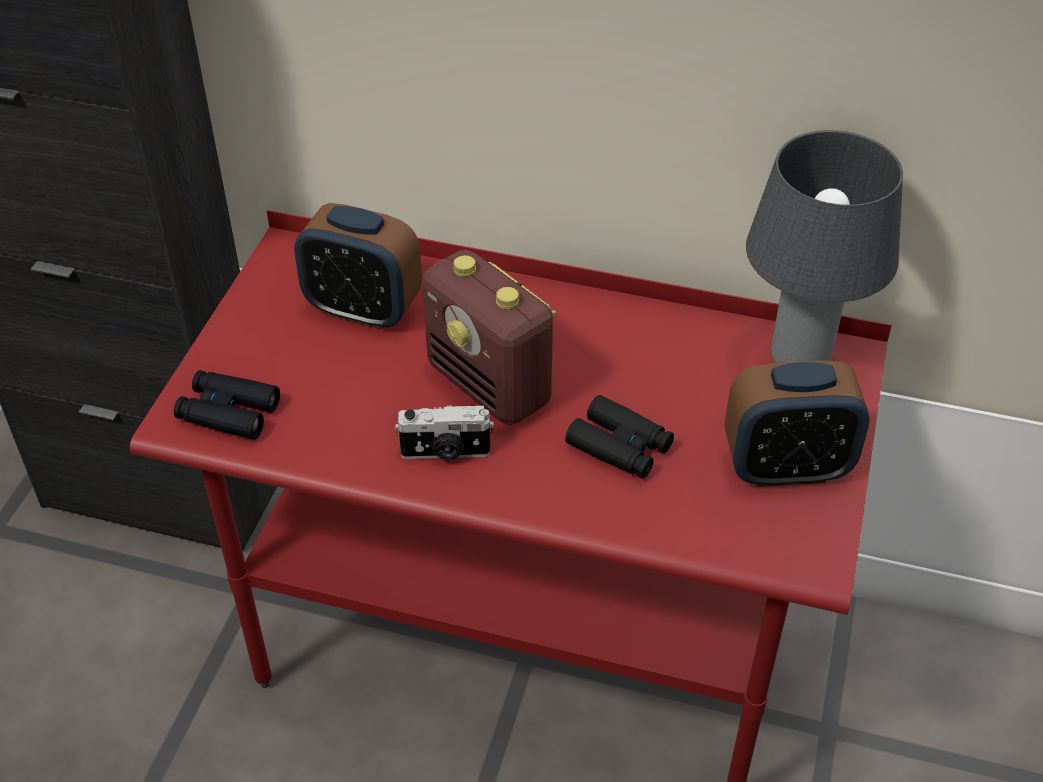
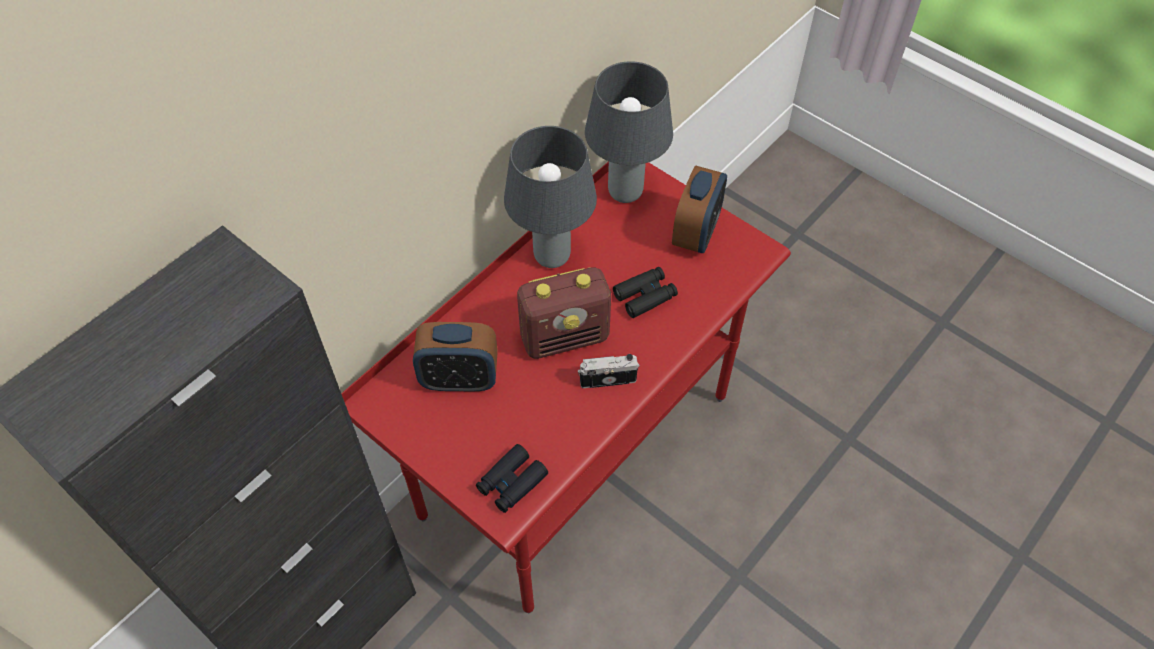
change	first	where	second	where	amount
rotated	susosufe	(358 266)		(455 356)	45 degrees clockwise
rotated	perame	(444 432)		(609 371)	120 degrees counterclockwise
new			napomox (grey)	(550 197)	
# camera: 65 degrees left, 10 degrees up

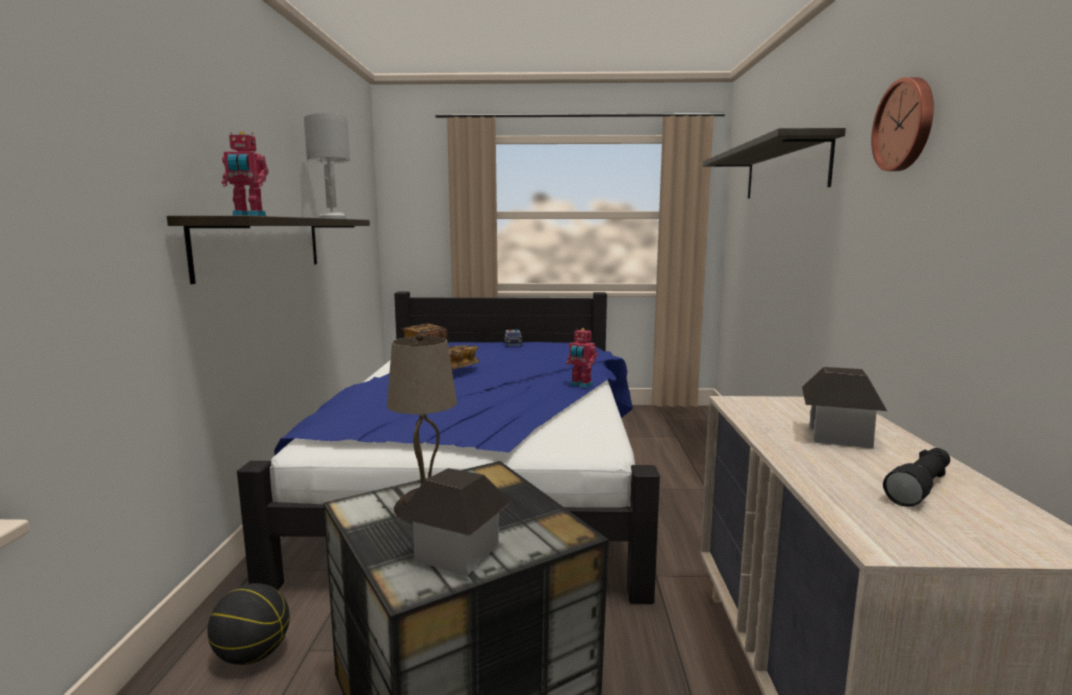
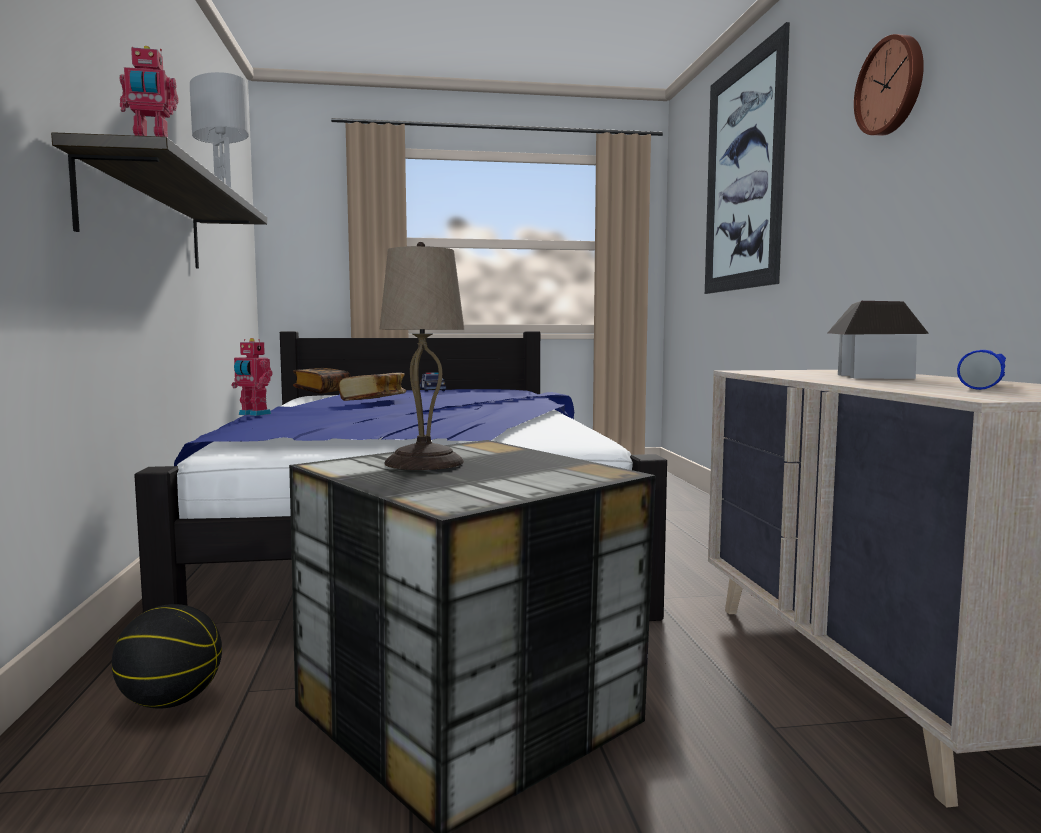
change	first	where	second	where	amount
swapped	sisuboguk	(774 163)	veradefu	(747 158)	
shifted	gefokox	(581 358)		(252 377)	
repainted	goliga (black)	(916 477)	goliga (blue)	(981 370)	
gone	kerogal	(454 522)			
# camera: 10 degrees left, 5 degrees down

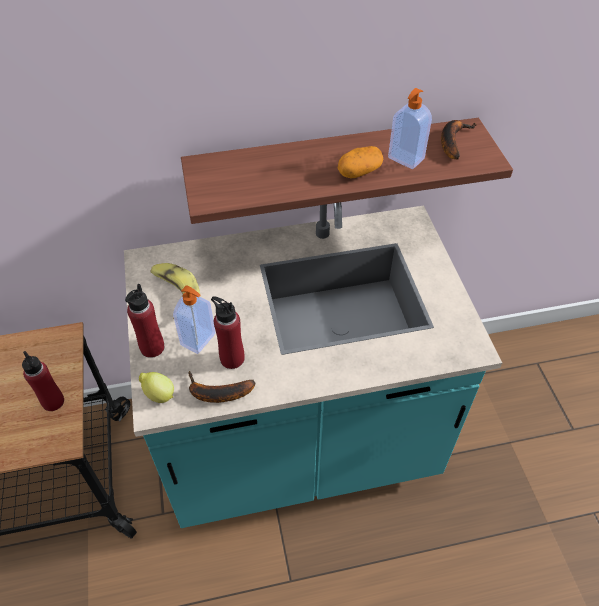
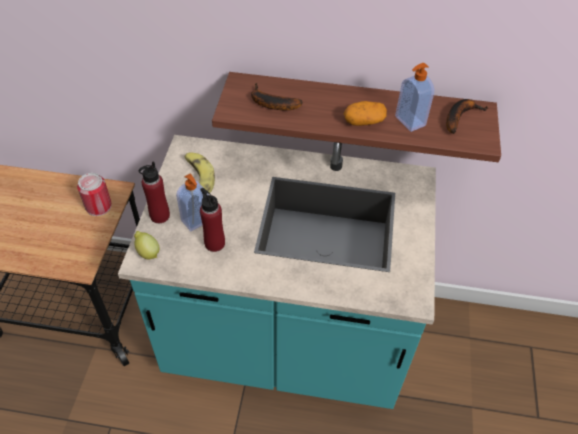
change	first	where	second	where	amount
gone	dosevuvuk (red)	(43 381)			
shifted	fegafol	(222 387)		(277 97)	
new			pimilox	(94 194)	
# camera: 20 degrees right, 0 degrees up

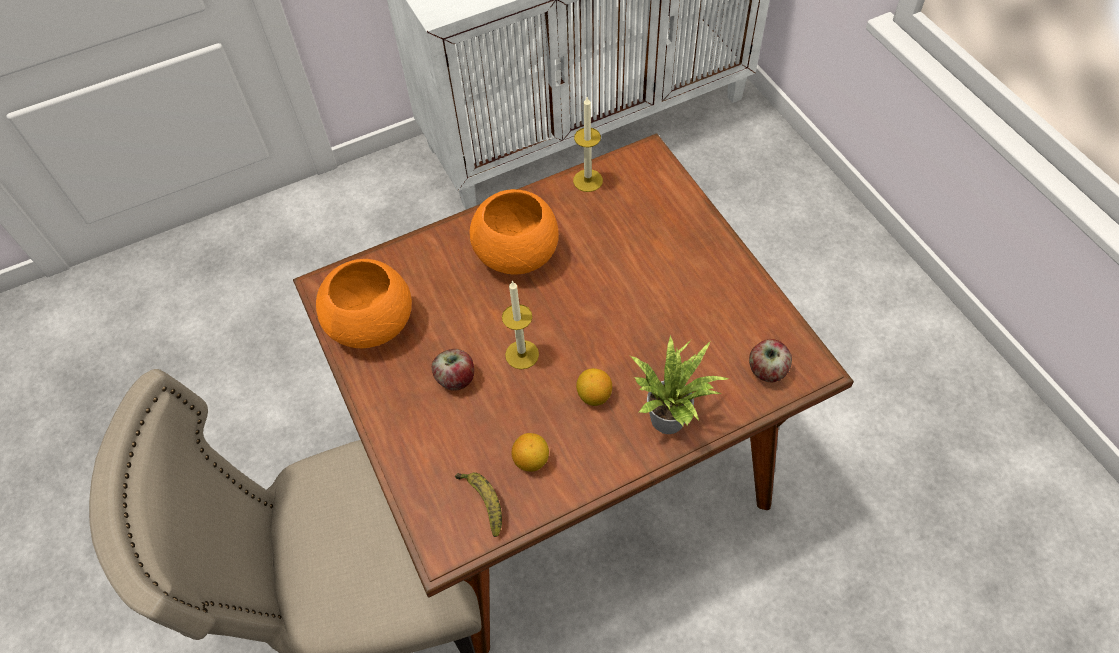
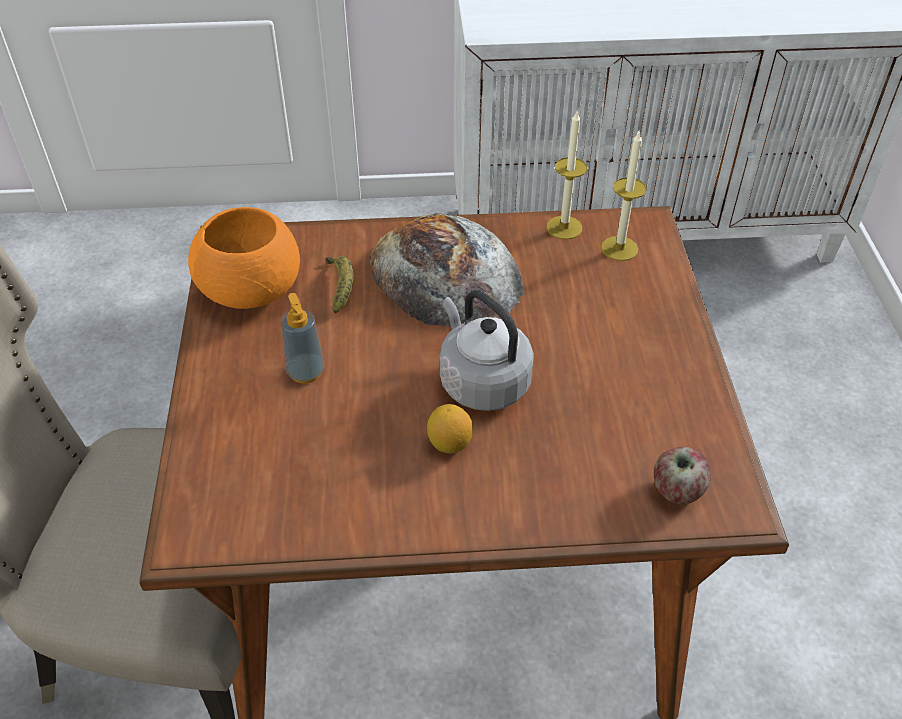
change	first	where	second	where	amount
swapped	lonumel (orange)	(514 231)	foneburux	(446 269)	
shifted	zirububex	(520 325)		(624 196)	
gone	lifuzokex	(679 385)			
swapped	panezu	(453 370)	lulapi	(303 338)	
gone	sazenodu	(530 452)			
shifted	fegafol	(478 504)		(339 284)	
new			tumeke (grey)	(486 350)	
# camera: 20 degrees right, 10 degrees down

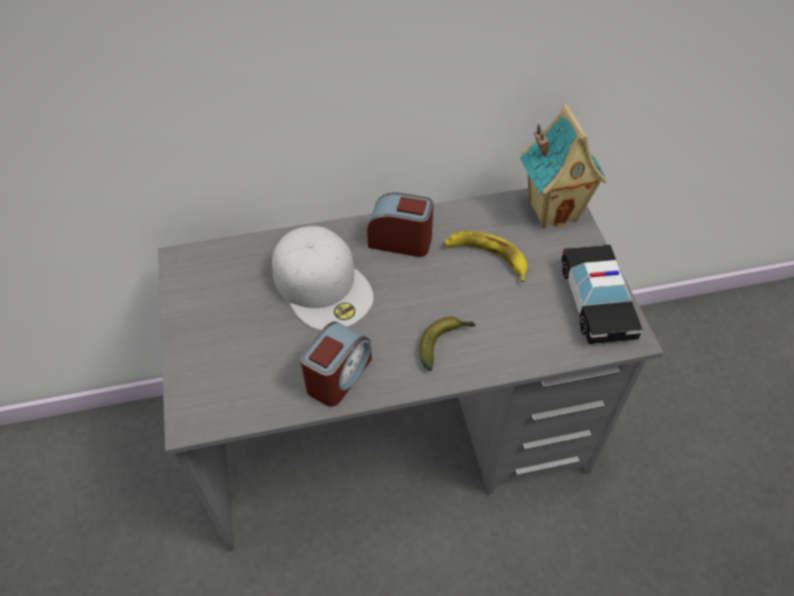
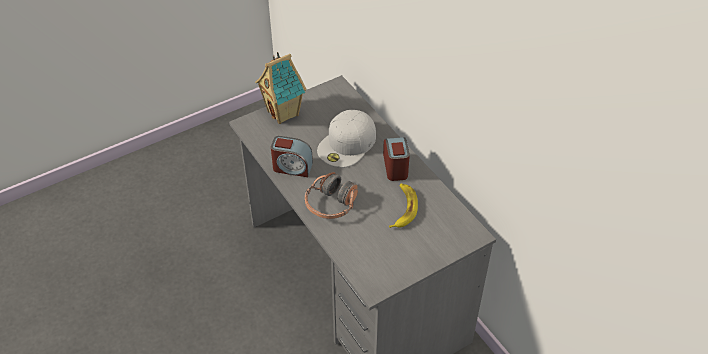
change	first	where	second	where	amount
shifted	kerogal	(564 166)		(281 88)	
gone	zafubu	(602 294)			
swapped	fegafol	(448 344)	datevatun	(331 195)	
# camera: 70 degrees right, 5 degrees down

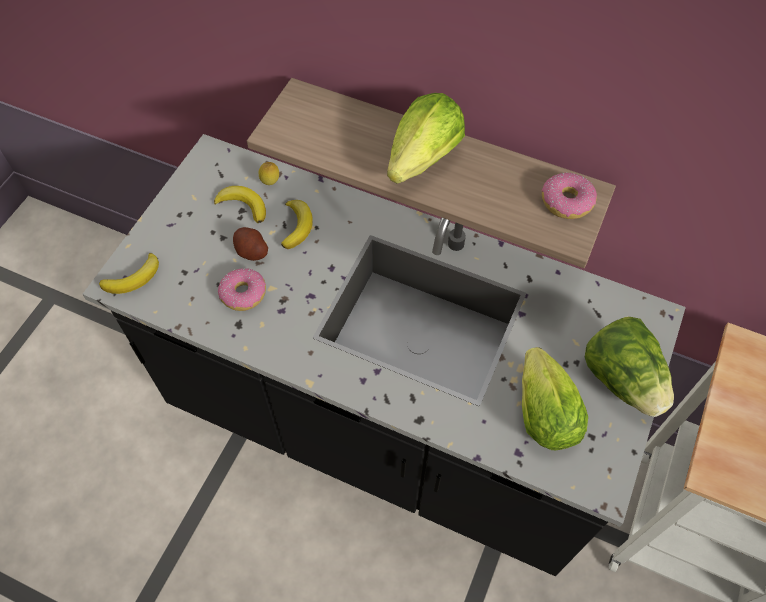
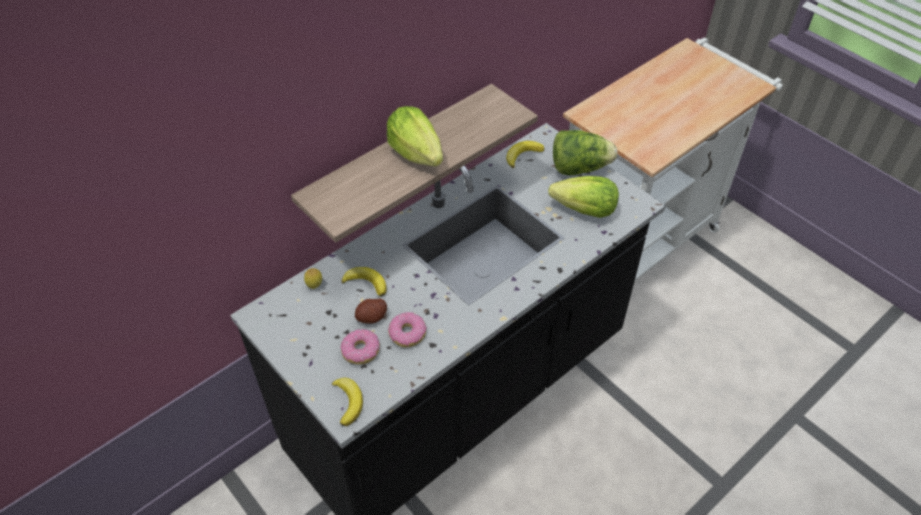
change	first	where	second	where	amount
shifted	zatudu	(569 195)		(360 347)	
shifted	fegafol	(240 204)		(525 154)	
# camera: 65 degrees left, 10 degrees down

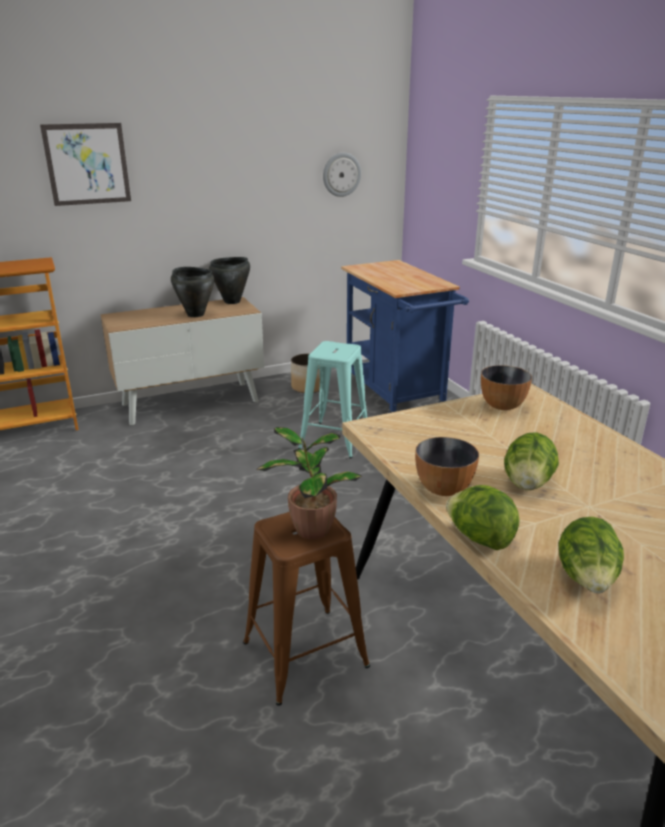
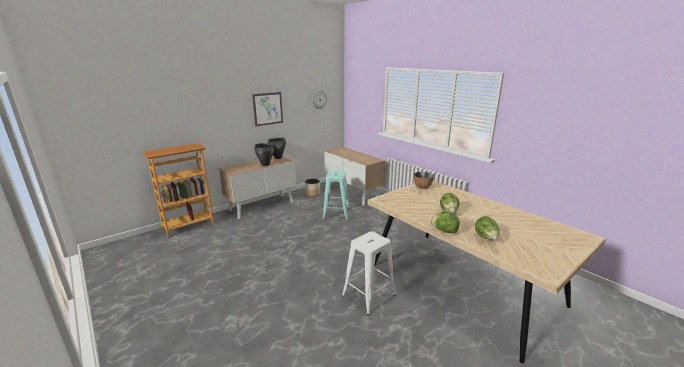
change	first	where	second	where	amount
shifted	veradefu	(85 164)		(267 109)	
swapped	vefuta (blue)	(405 336)	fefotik	(355 176)	
gone	lifuzokex	(309 483)			
gone	lonumel	(447 466)			
repainted	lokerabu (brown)	(306 609)	lokerabu (white)	(369 273)	
# camera: 15 degrees left, 5 degrees down

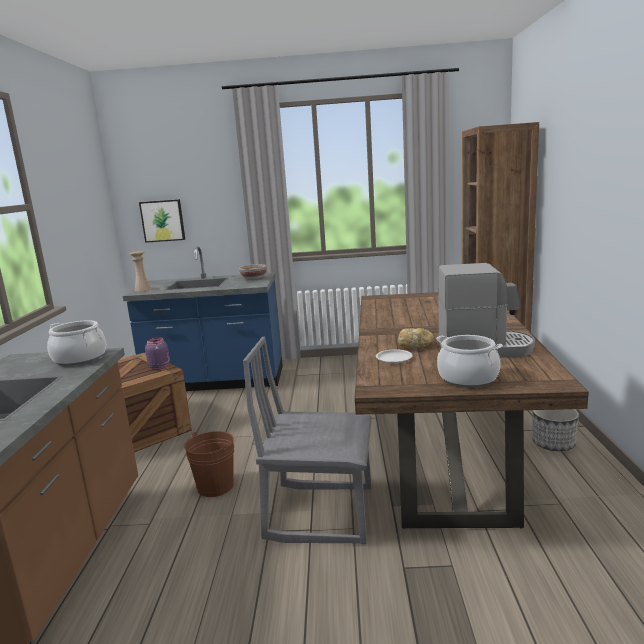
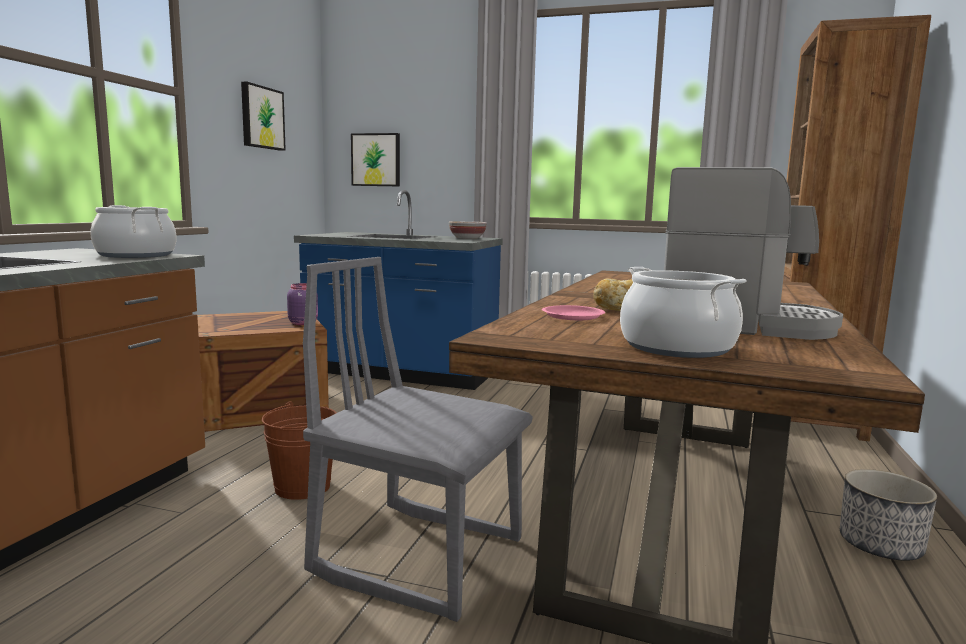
change	first	where	second	where	amount
gone	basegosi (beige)	(140 271)			
repainted	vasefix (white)	(394 356)	vasefix (pink)	(573 312)	
new			veradefu	(263 116)	
# camera: 15 degrees right, 5 degrees down

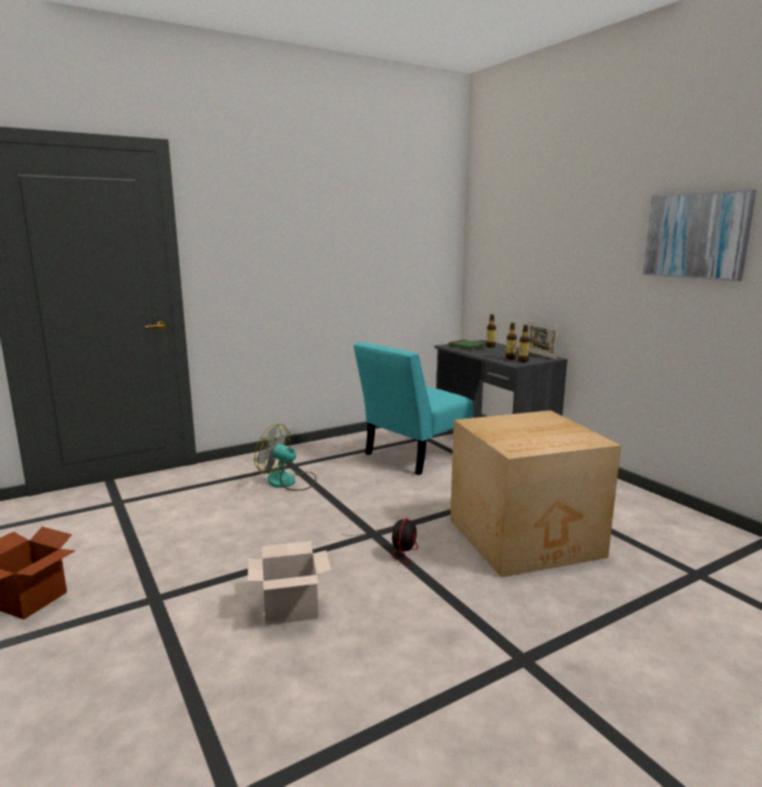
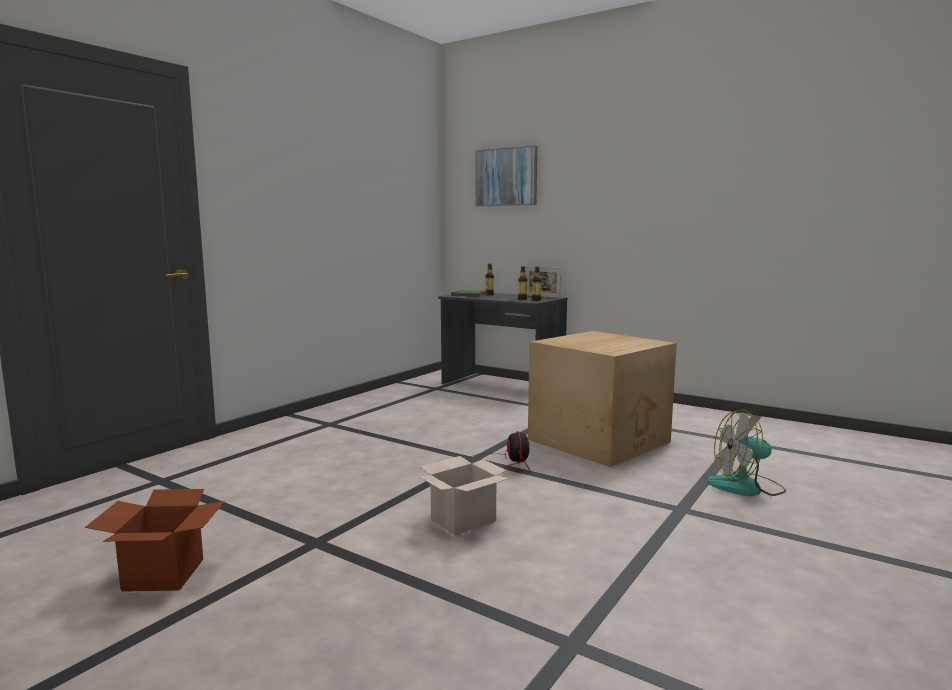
change	first	where	second	where	amount
shifted	veradefu	(699 235)		(506 175)	
gone	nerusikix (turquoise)	(413 408)			
shifted	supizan	(285 457)		(746 452)	
# camera: 25 degrees left, 5 degrees down

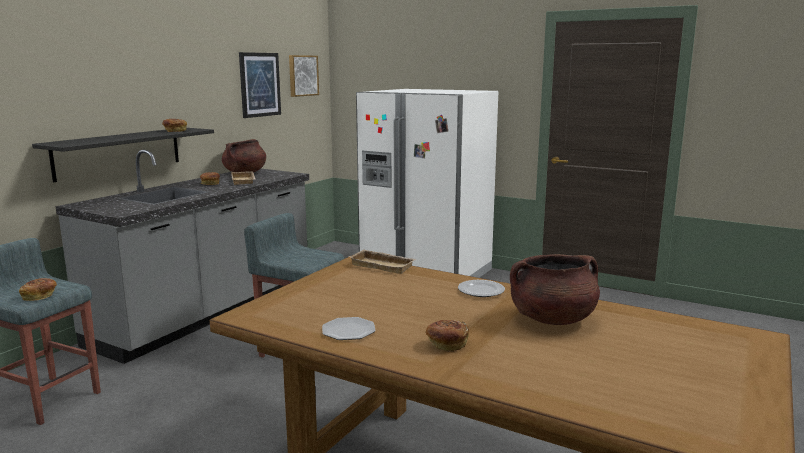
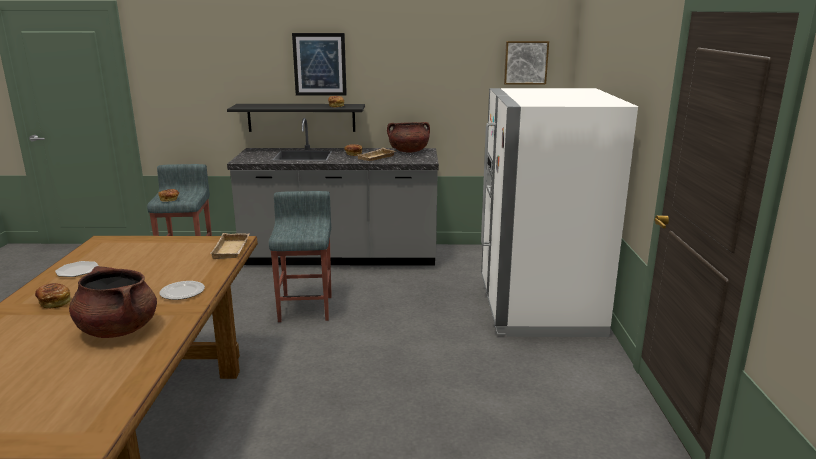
change	first	where	second	where	amount
shifted	veradefu	(260 85)		(319 64)	
# camera: 60 degrees right, 5 degrees up

